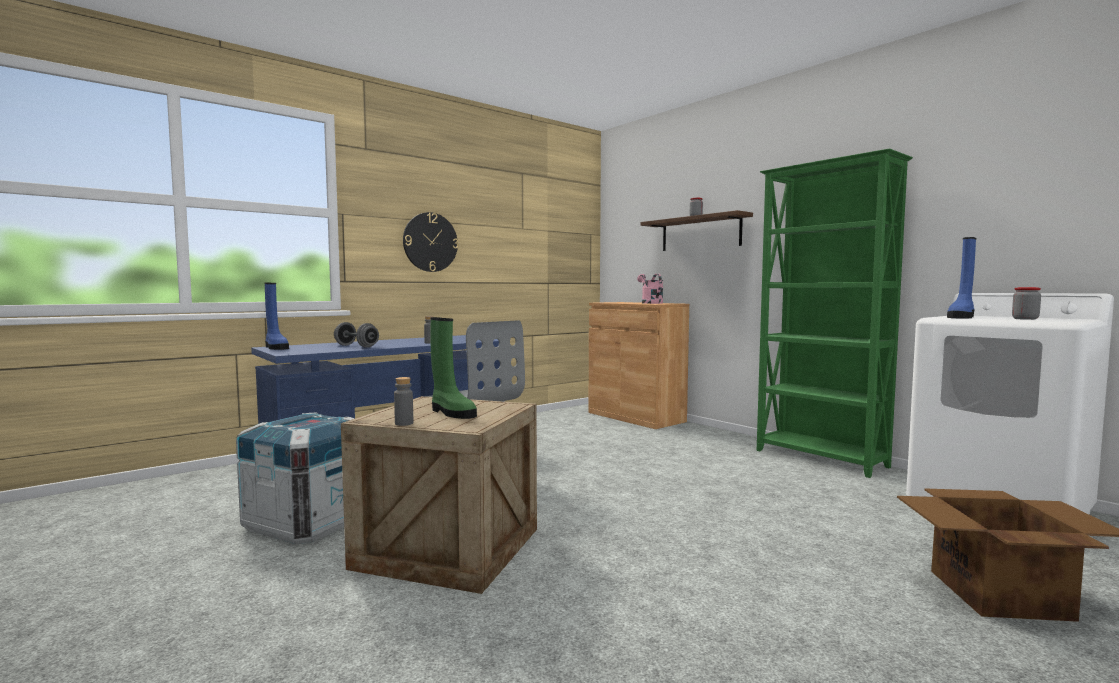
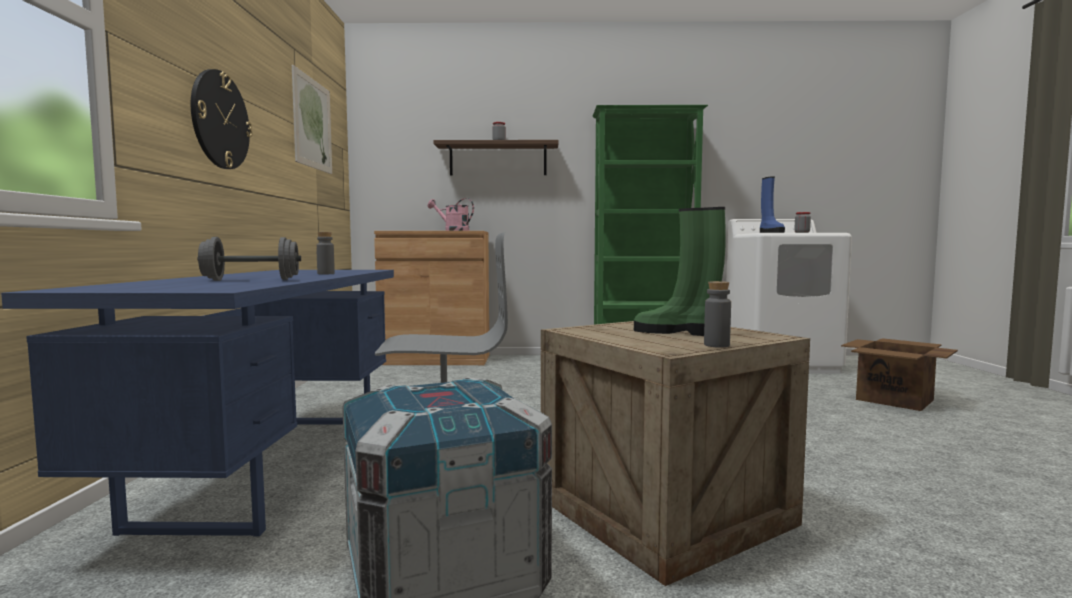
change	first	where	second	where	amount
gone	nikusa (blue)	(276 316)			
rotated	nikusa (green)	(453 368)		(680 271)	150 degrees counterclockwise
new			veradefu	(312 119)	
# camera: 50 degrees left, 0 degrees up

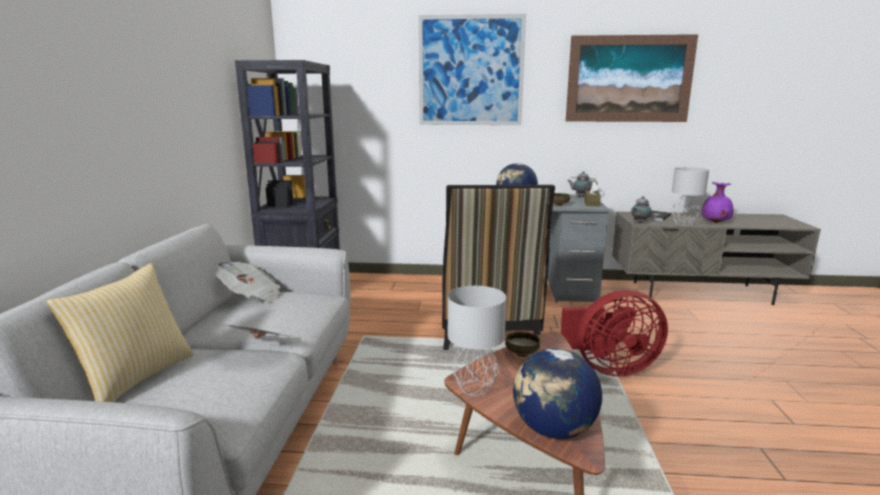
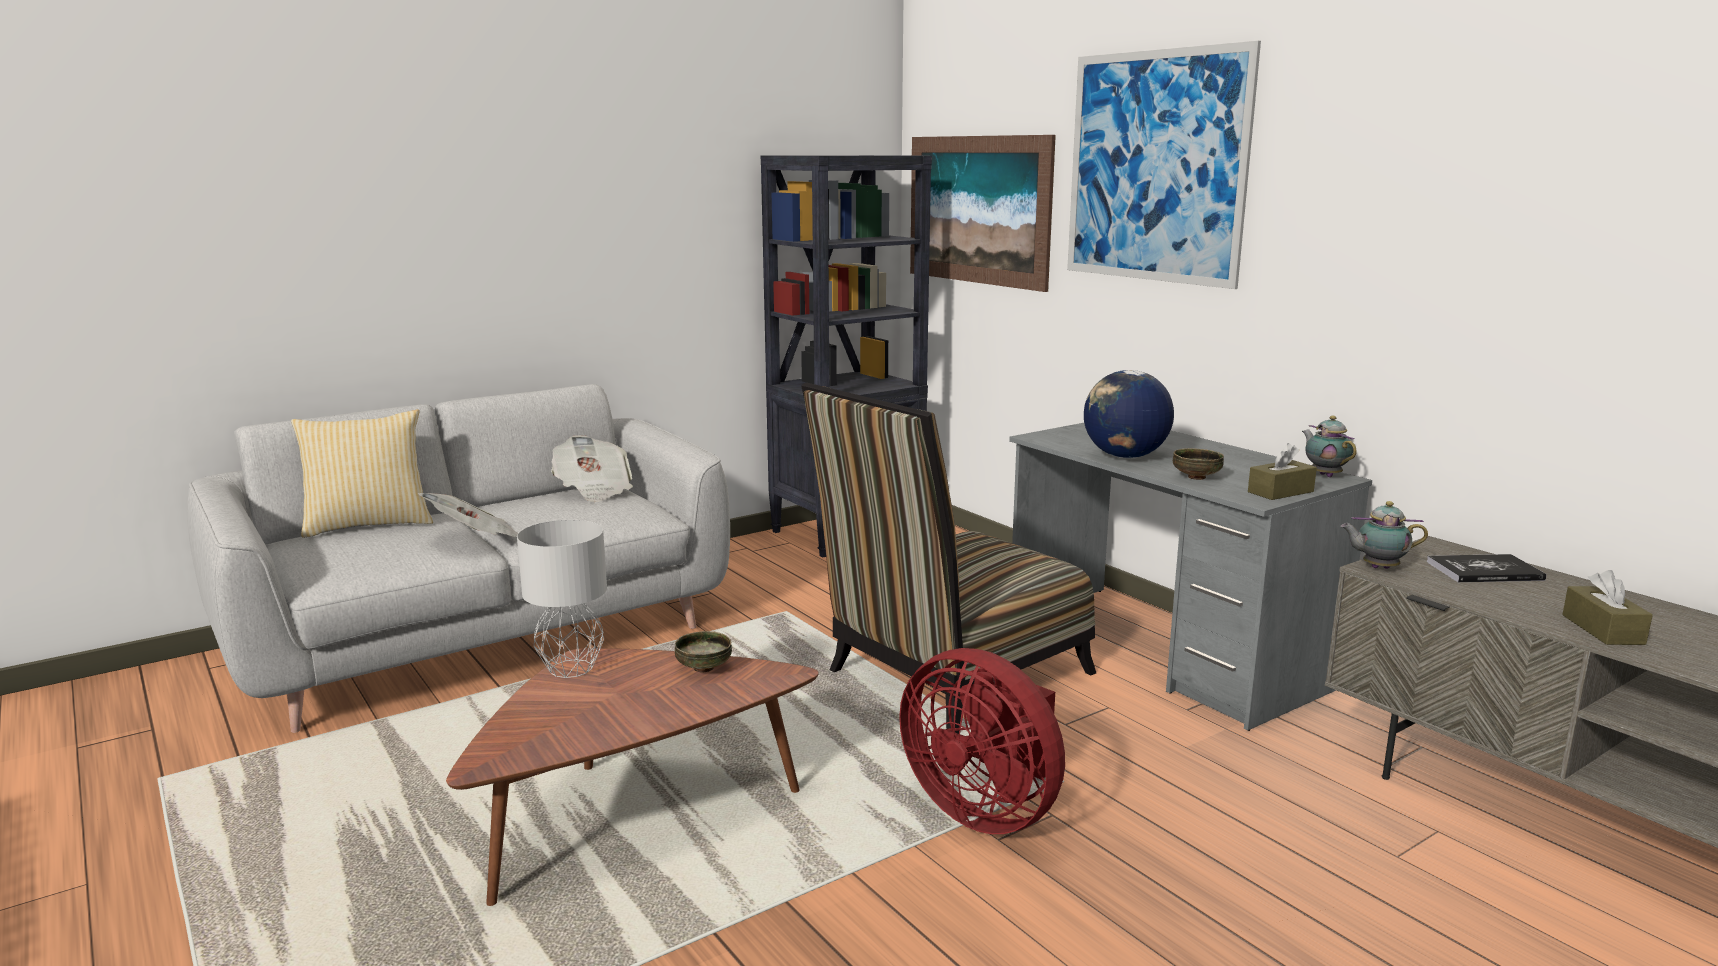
change	first	where	second	where	amount
shifted	veradefu	(632 78)		(983 213)	
gone	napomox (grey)	(690 196)			
swapped	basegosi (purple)	(717 202)	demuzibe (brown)	(1607 607)	
gone	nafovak	(557 393)			
# camera: 50 degrees right, 0 degrees up

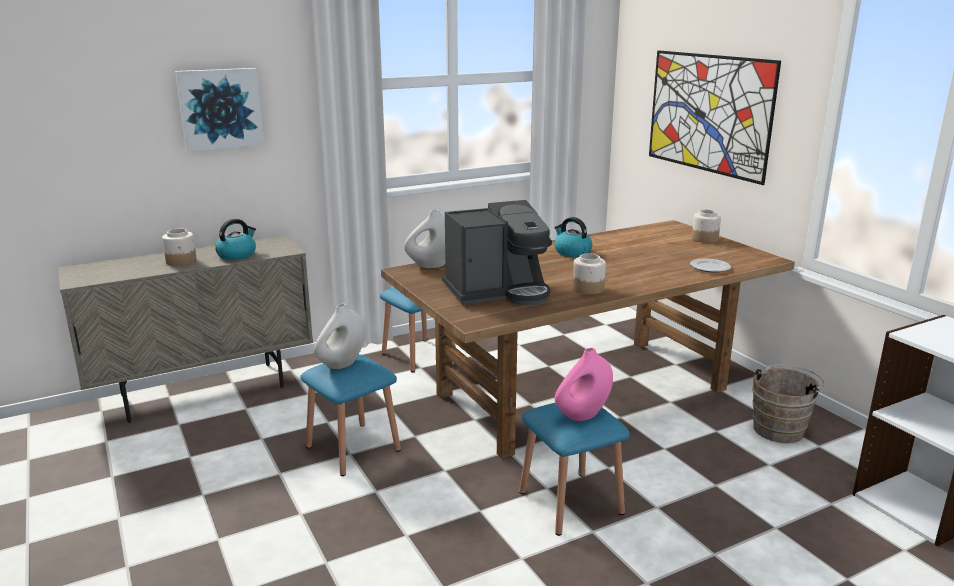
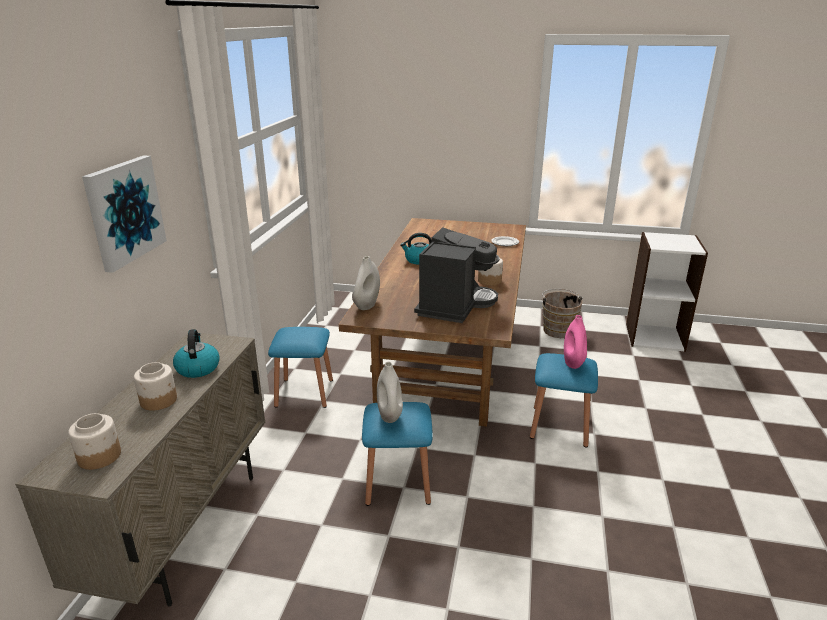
change	first	where	second	where	amount
gone	veradefu	(715 117)			
shifted	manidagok	(706 226)		(94 441)	
# camera: 50 degrees left, 5 degrees up

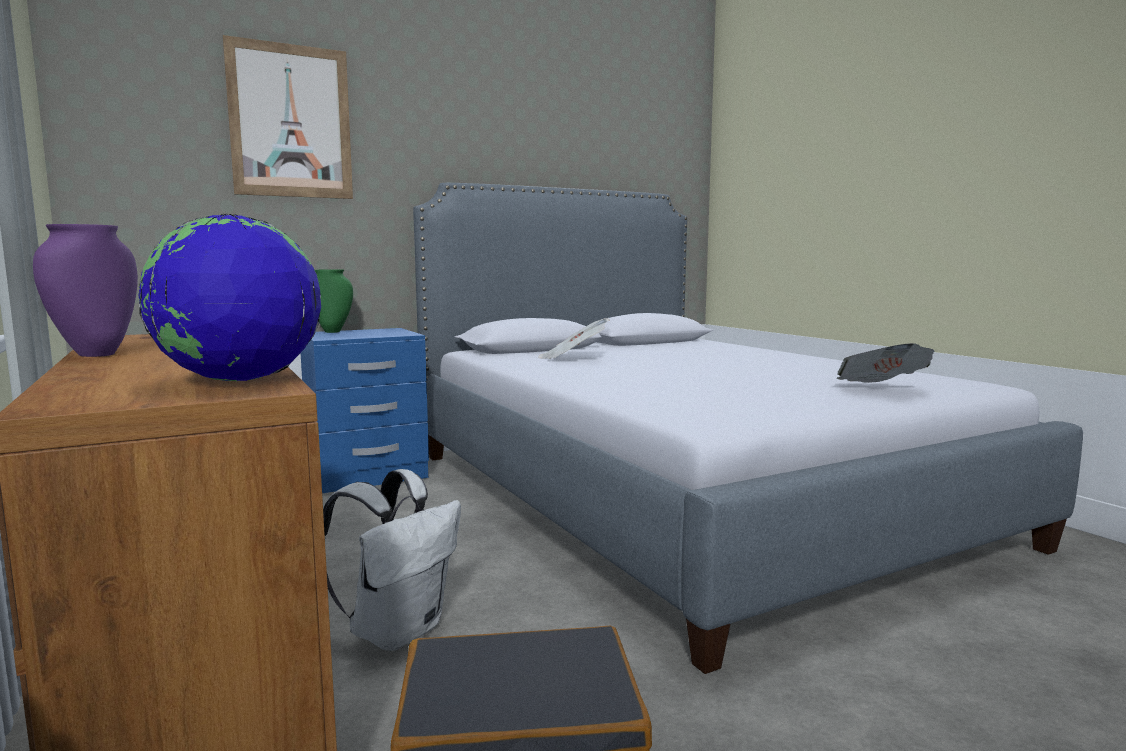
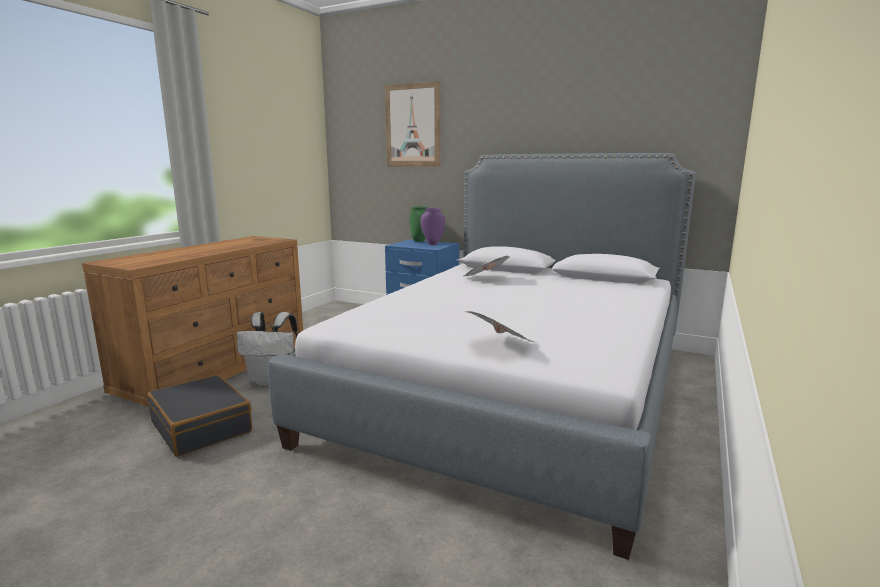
change	first	where	second	where	amount
gone	nafovak	(229 297)			
shifted	basegosi (purple)	(85 290)		(432 226)	
# camera: 55 degrees right, 5 degrees up

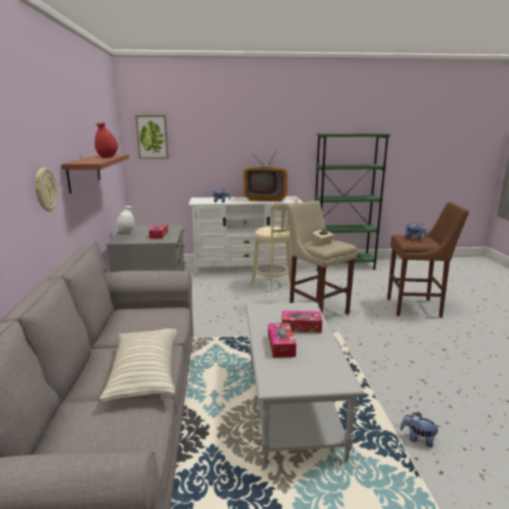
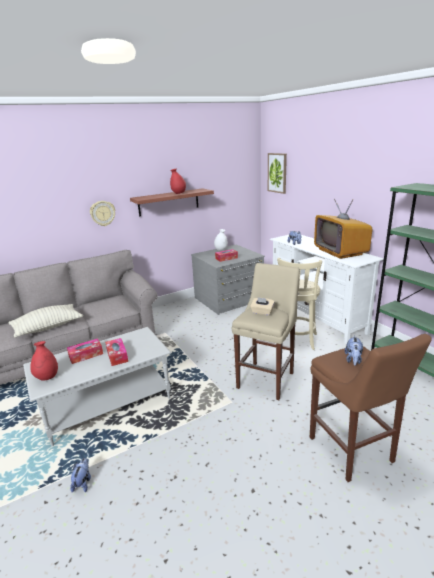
change	first	where	second	where	amount
new			basegosi (red)	(44 361)	
# camera: 65 degrees right, 5 degrees up

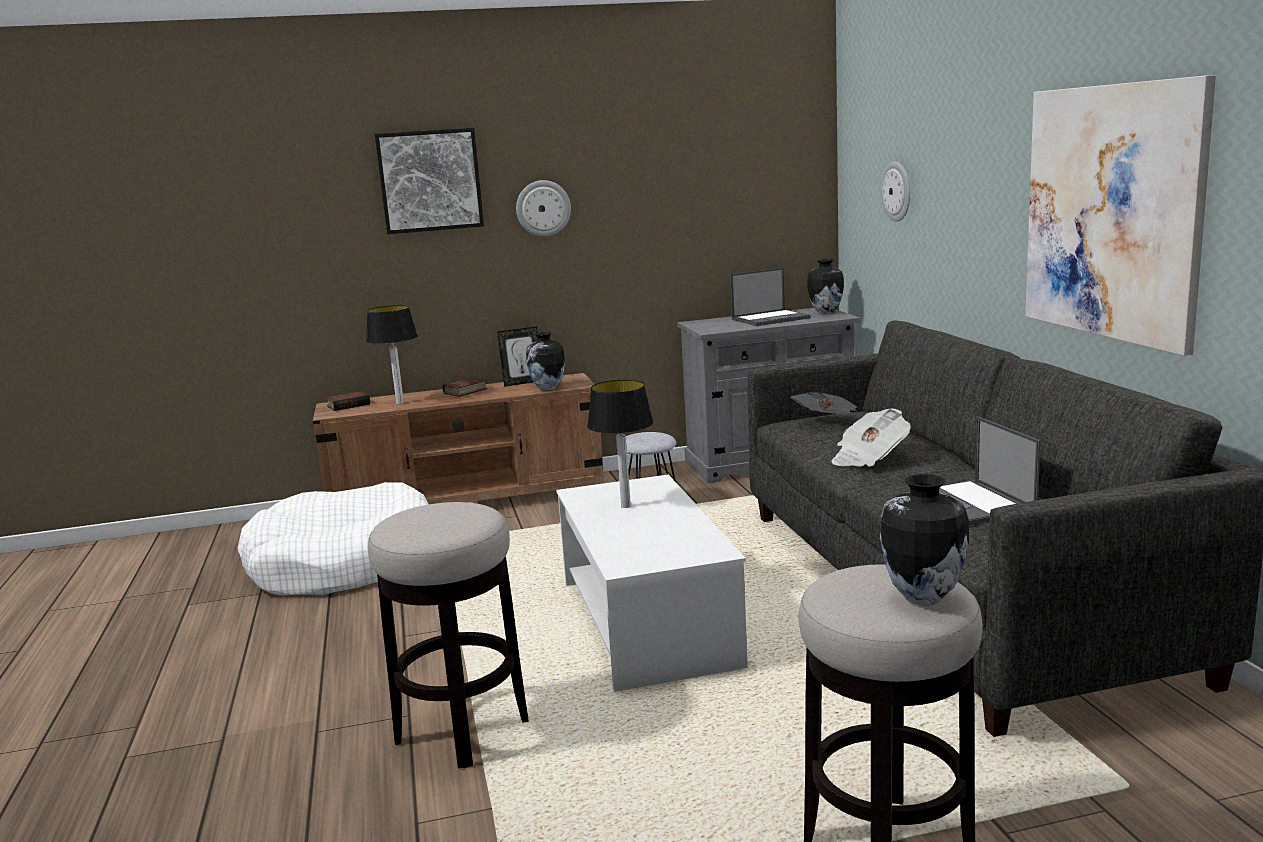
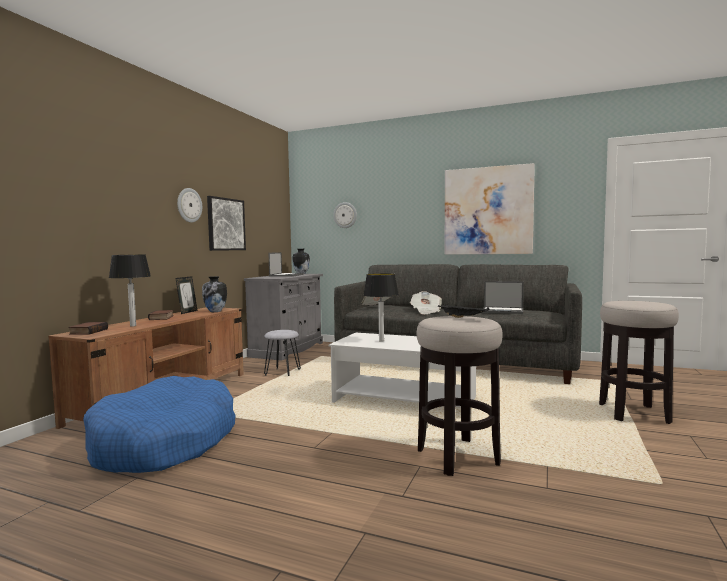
change	first	where	second	where	amount
shifted	veradefu	(429 181)		(226 223)	
gone	basegosi	(924 539)			
repainted	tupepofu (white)	(333 538)	tupepofu (blue)	(159 424)	
new			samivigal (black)	(464 311)	
# camera: 55 degrees left, 10 degrees down

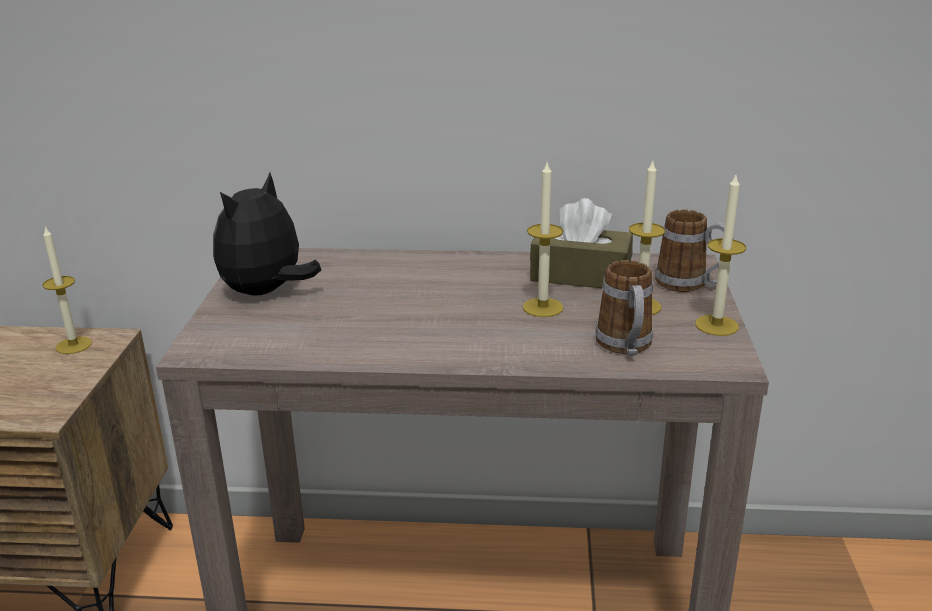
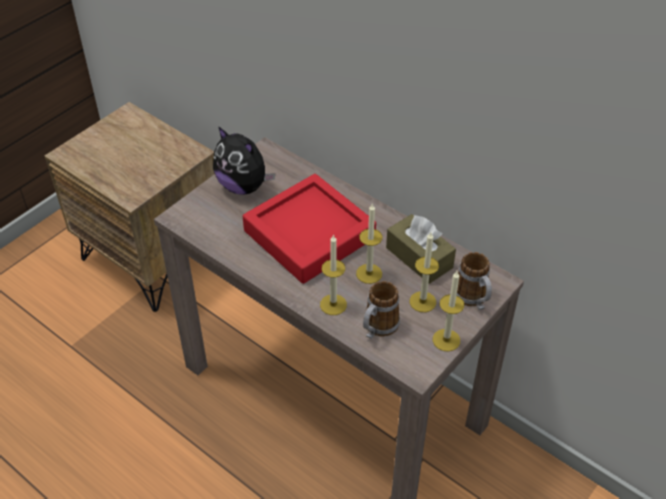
change	first	where	second	where	amount
rotated	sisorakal	(267 234)		(244 160)	120 degrees counterclockwise
shifted	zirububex	(67 290)		(333 274)	
new			samivigal (red)	(309 229)	
# camera: 35 degrees right, 20 degrees up

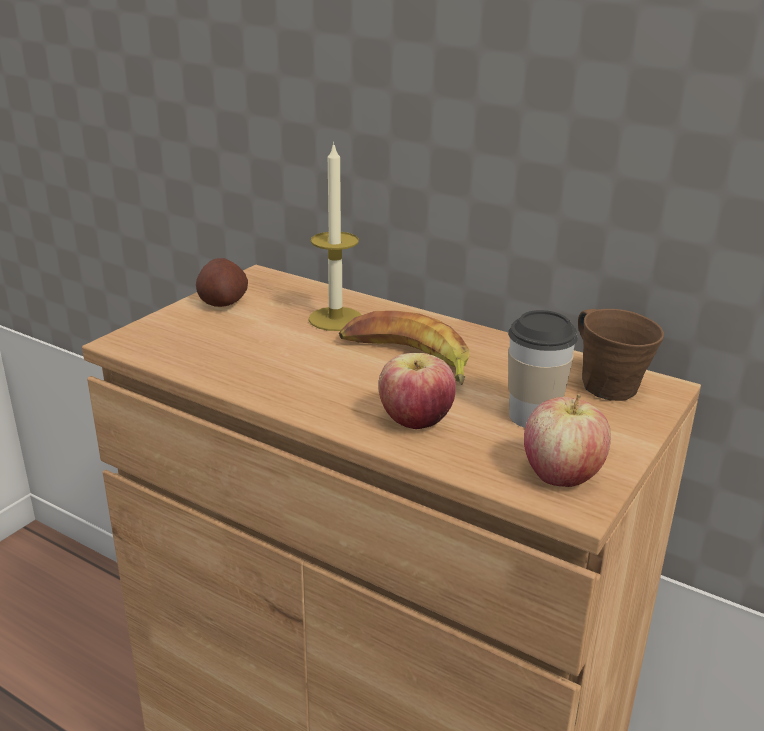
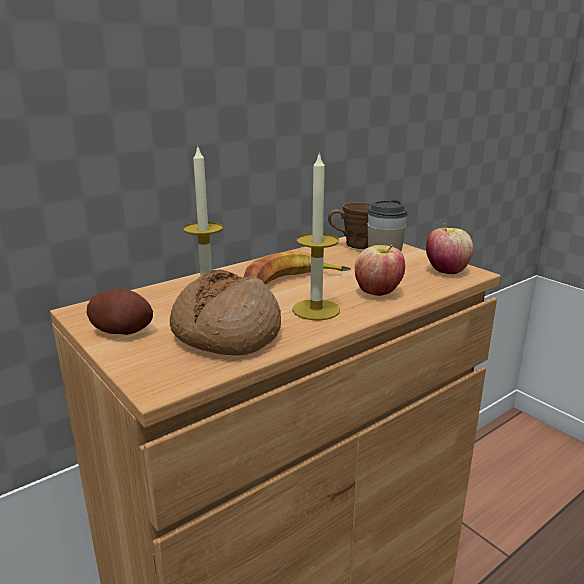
change	first	where	second	where	amount
new			zirububex	(316 236)	
new			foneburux	(225 312)	
# camera: 70 degrees left, 5 degrees down

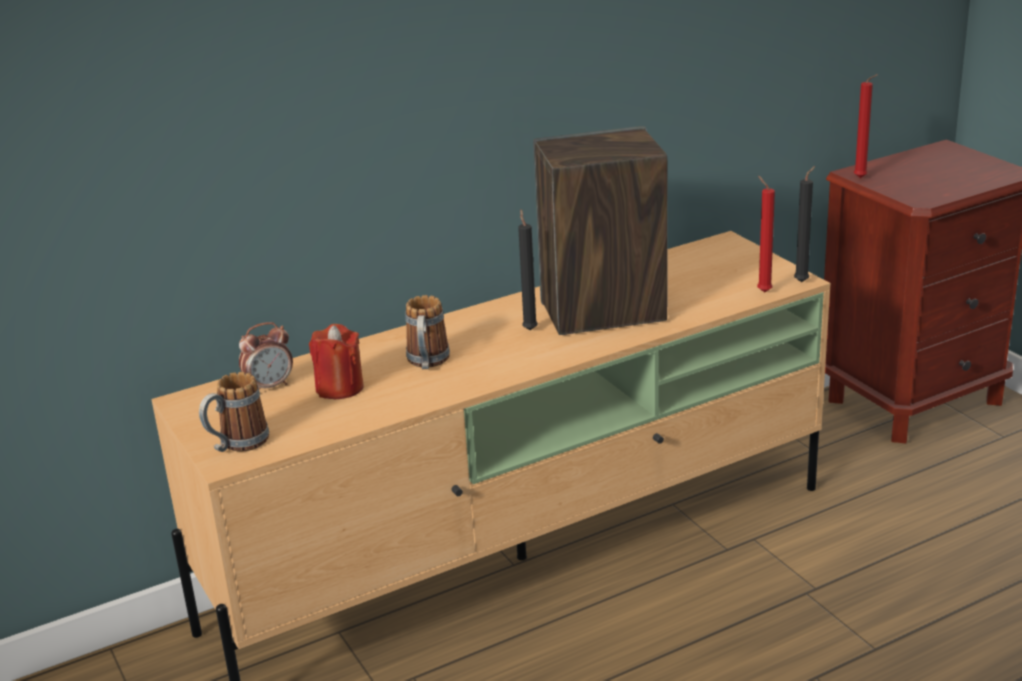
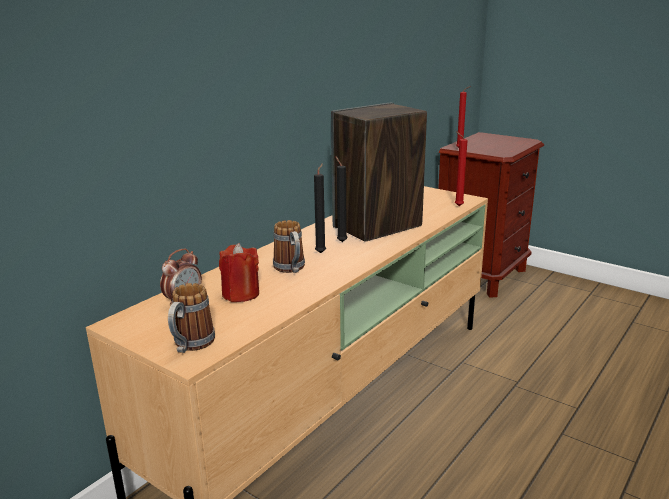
change	first	where	second	where	amount
shifted	zirububex (black)	(804 224)		(320 208)	
# camera: 25 degrees left, 5 degrees down

